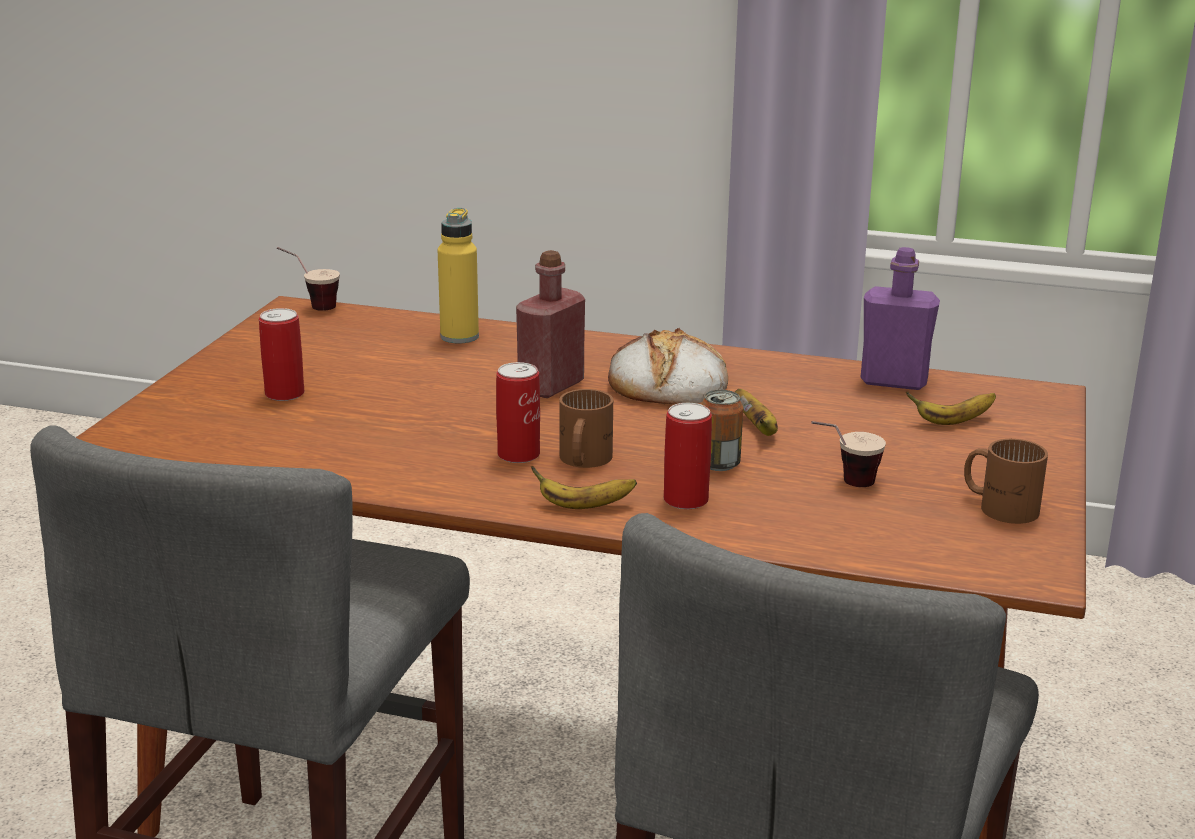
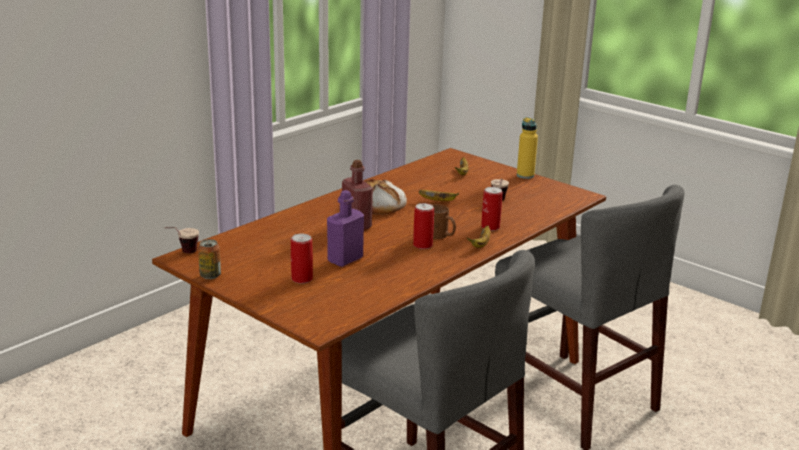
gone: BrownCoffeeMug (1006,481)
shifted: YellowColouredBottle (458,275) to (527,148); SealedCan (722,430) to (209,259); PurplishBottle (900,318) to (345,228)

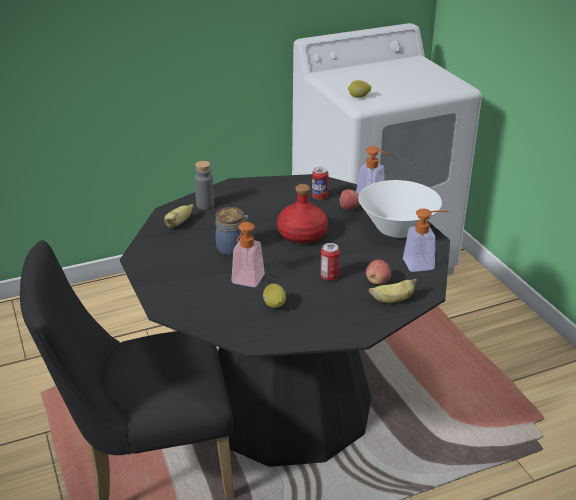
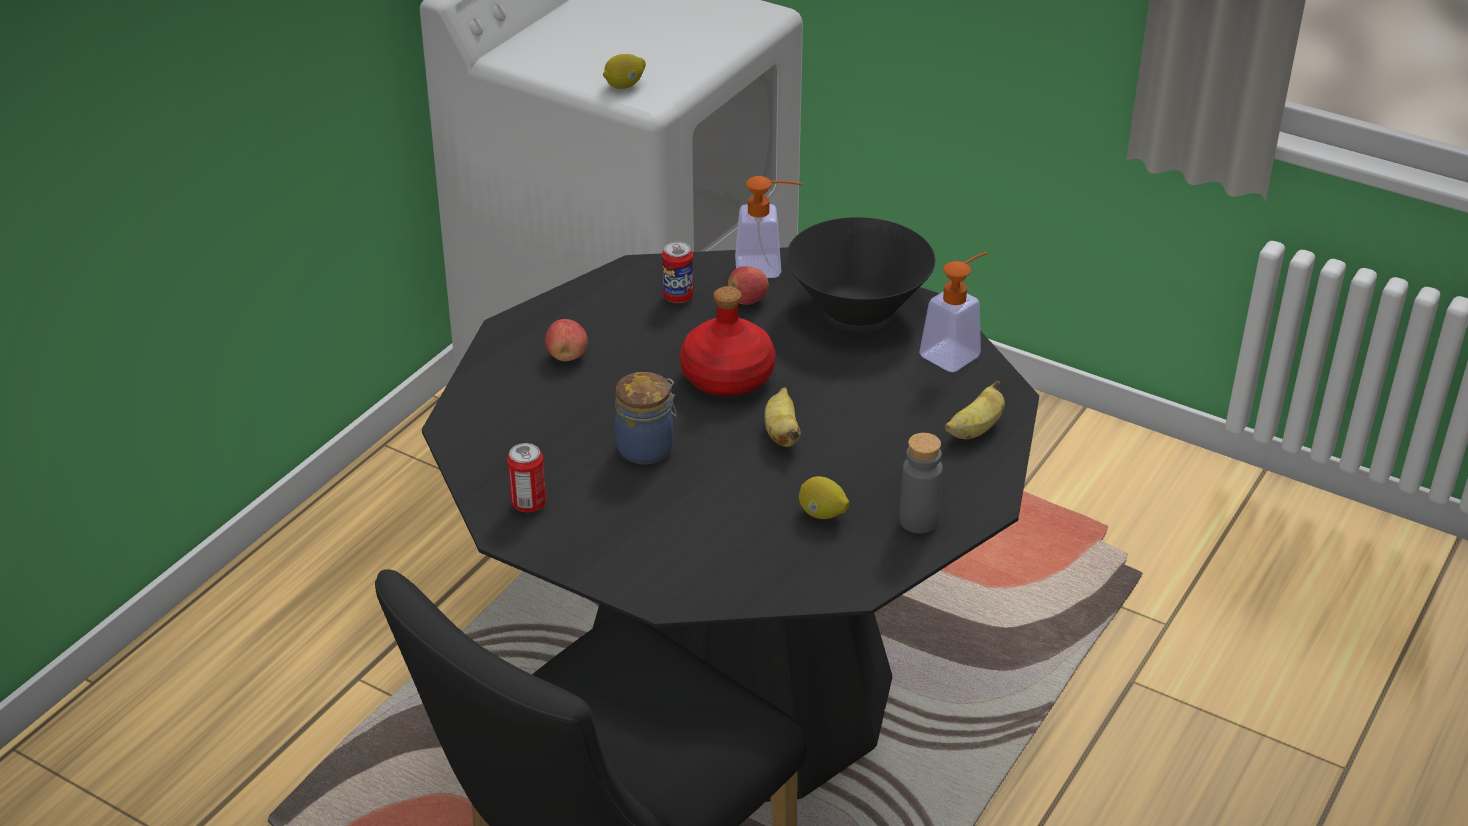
gone: SoapBottle (248,254)
shifted: Banana (179,216) to (782,417); GrayBottle (204,185) to (921,483); SealedCan (330,262) to (526,477); Apple (378,271) to (566,340)
repainted: WhiteColouredServingBowl (400,209) to BlackishServingBowl (860,271)

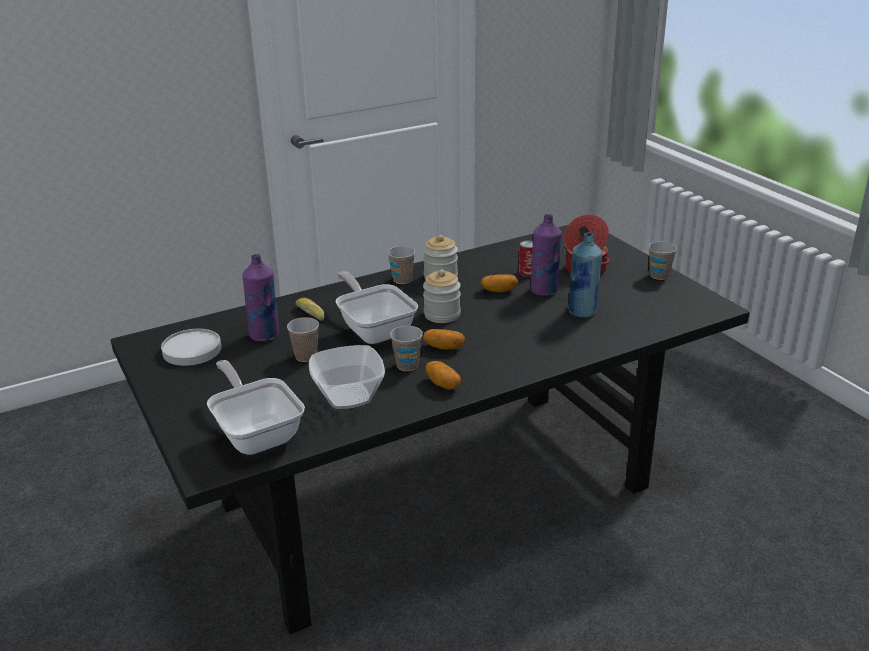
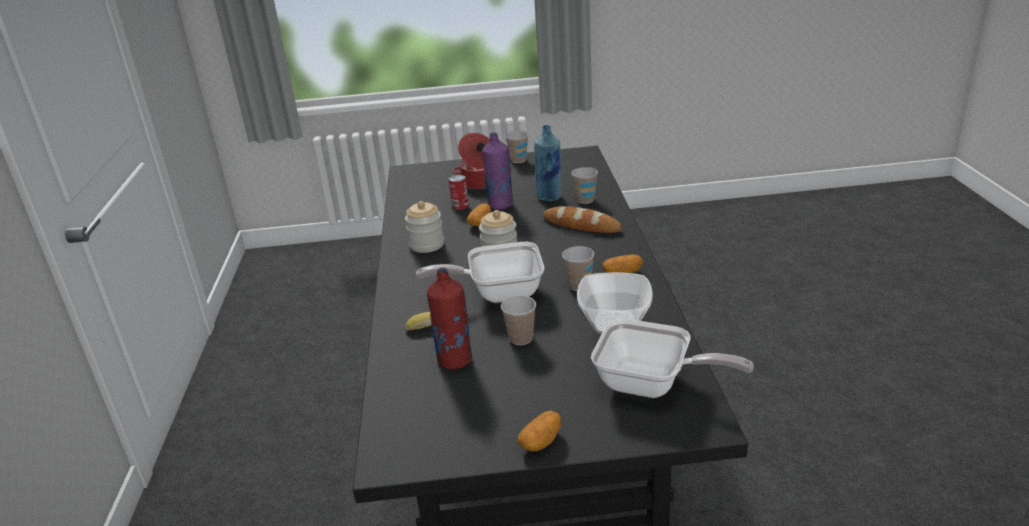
gone: WhiteColouredFlatDish (191,347)
new: BakeryBread (582,219)
shifted: DrinkingCup (401,265) to (584,185); WholePotato (444,339) to (540,431)
repainted: PurplishBottle (260,298) to RedColouredBottle (449,319)
rotated: FryingPan (256,407) = (672,358) 150 degrees counterclockwise

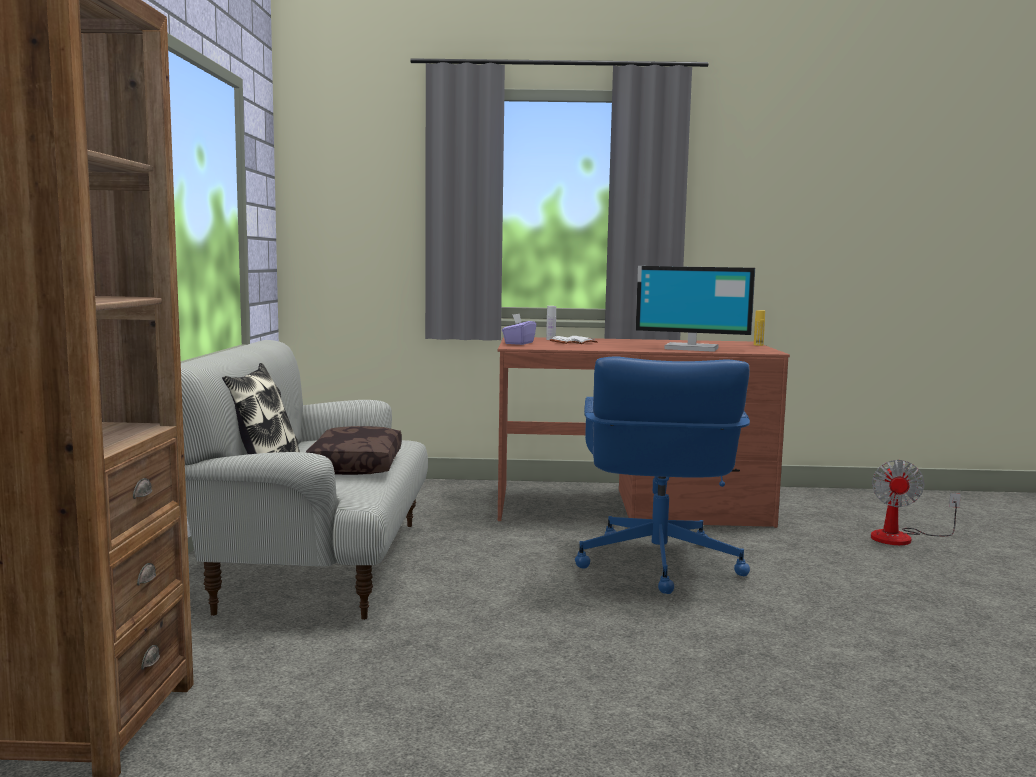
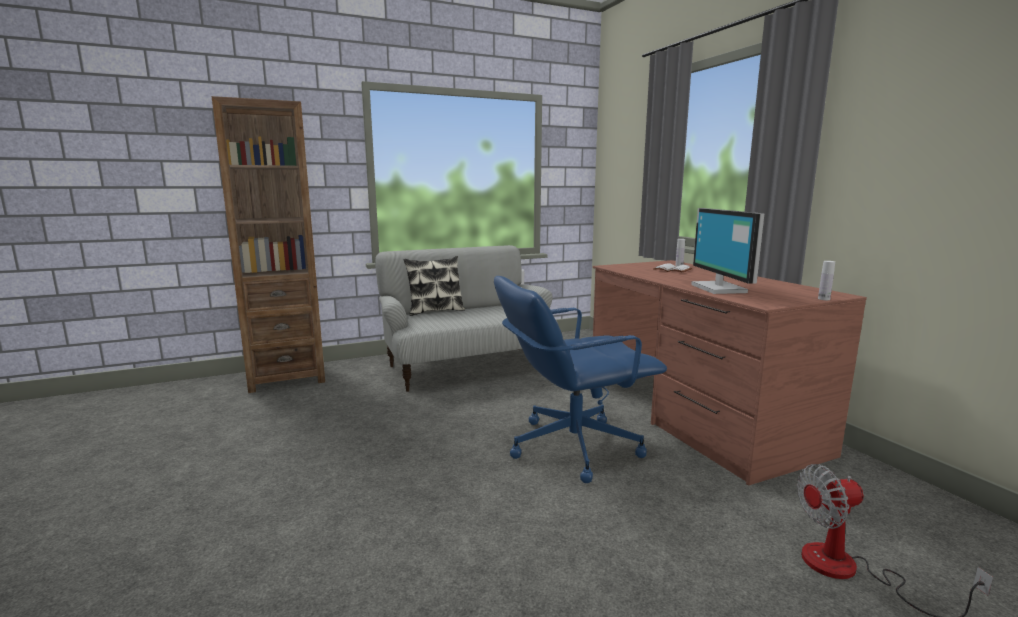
gone: BrownThrowPillow (354,450); PurplishTissueBox (519,329)
repainted: YellowColouredBottle (759,328) to WhiteColouredBottle (826,280)

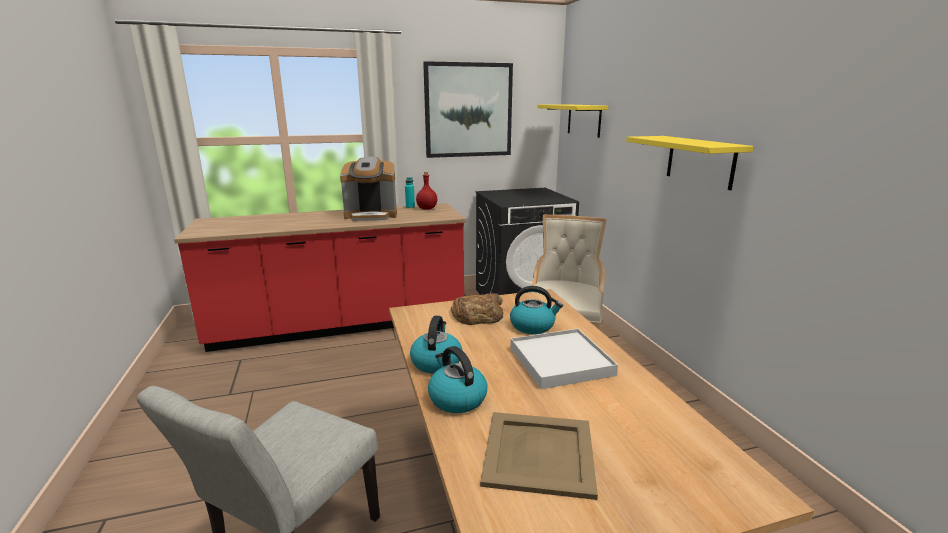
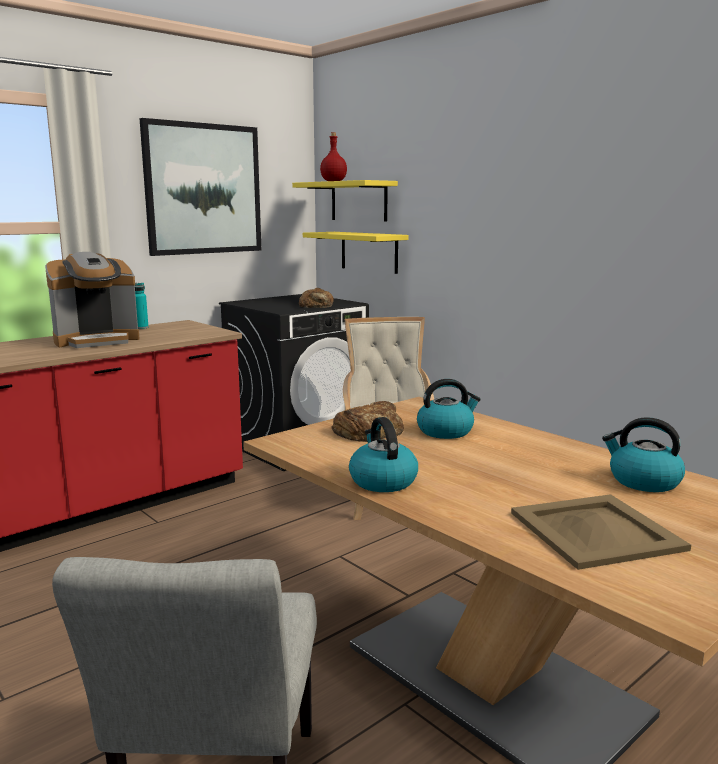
gone: WhiteColouredCarryingTray (564,359)
new: BakeryBread (316,298)
shifted: RedColouredBottle (426,191) to (333,156); Kettle (458,379) to (643,454); YellowColouredWallShelf (689,163) to (356,253)

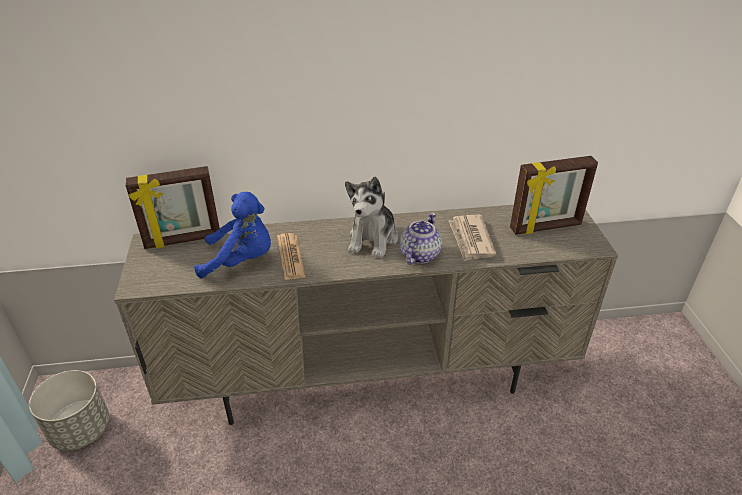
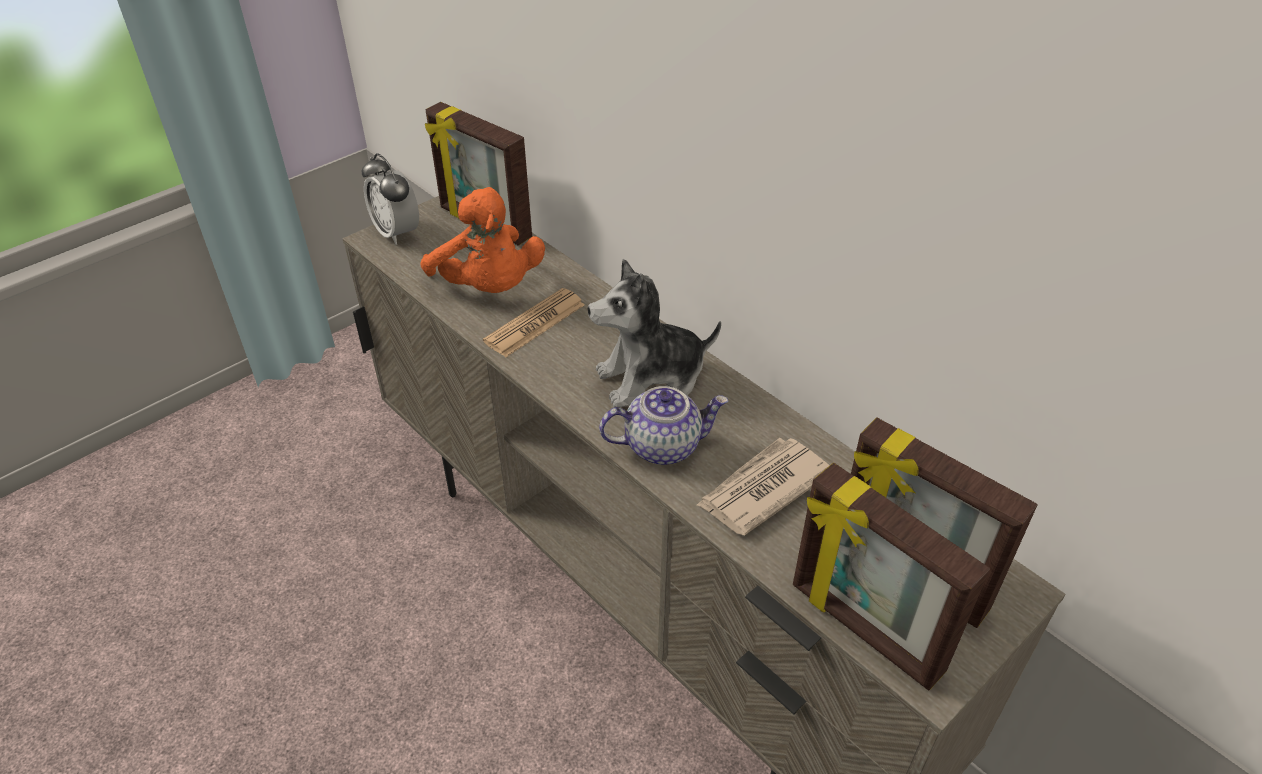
gone: GrayPlanter (69,410)
new: TableClock (390,199); PictureFrame (891,576)
repainted: BluePlushToy (232,235) to OrangeColouredPlushToy (482,240)

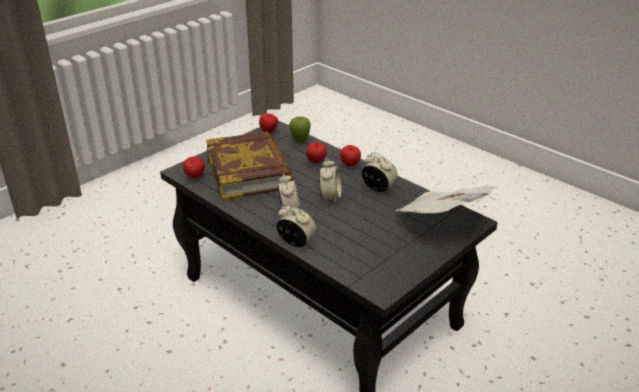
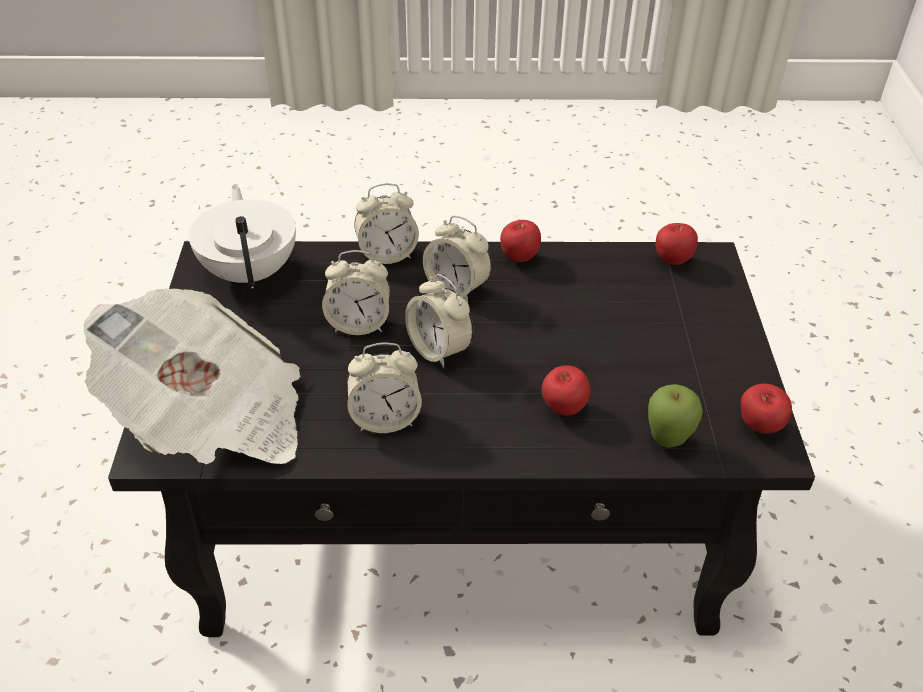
gone: Book (250,165)
new: WhiteColouredTeapot (242,236); TableClock (356,292)
shifted: Apple (350,155) to (520,241)

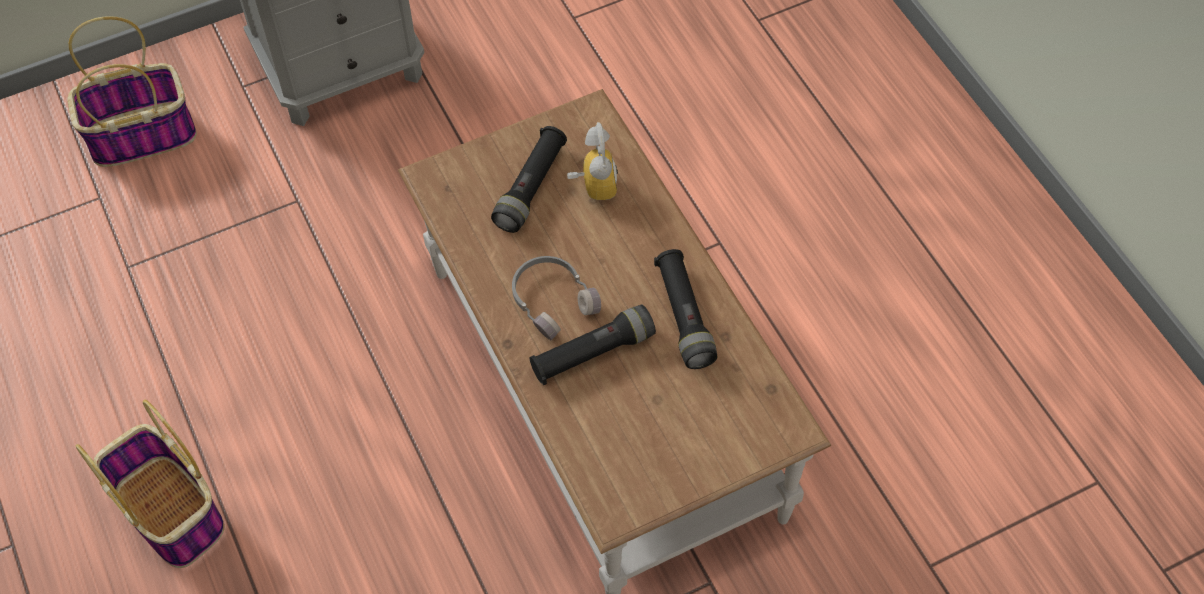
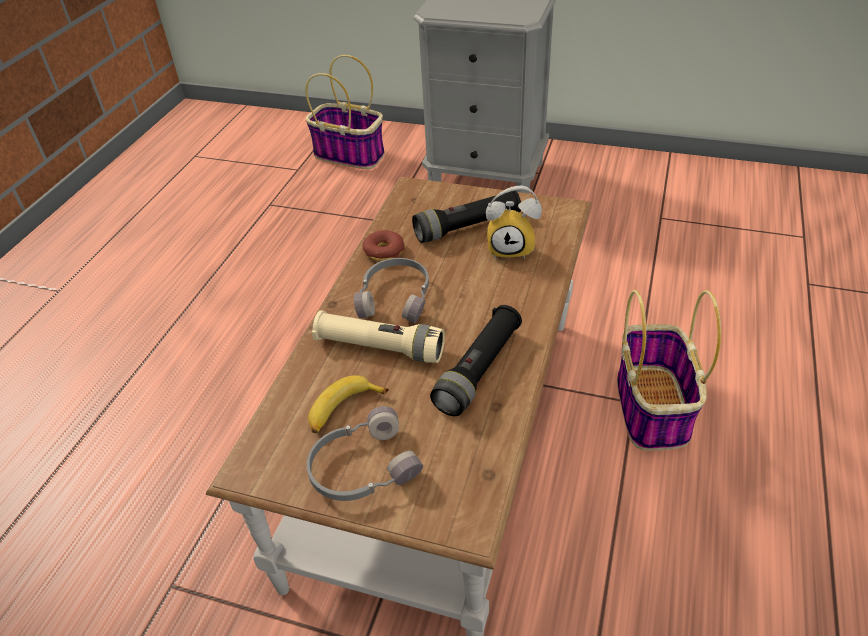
new: GrayHeadset (365,453); Banana (348,404); RingDoughnut (383,245)
shifted: Basket (150,484) to (669,370)
repainted: BlackishFlashlight (593,344) to BeigeColouredFlashlight (378,337)
rotated: TableClock (592,161) = (514,222) 60 degrees clockwise

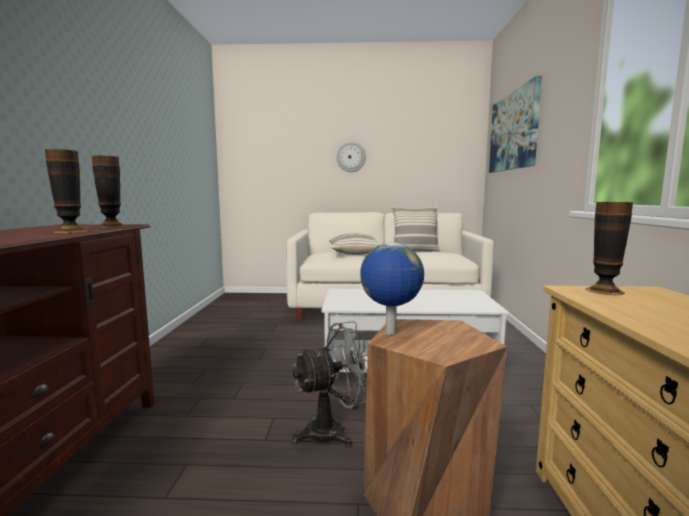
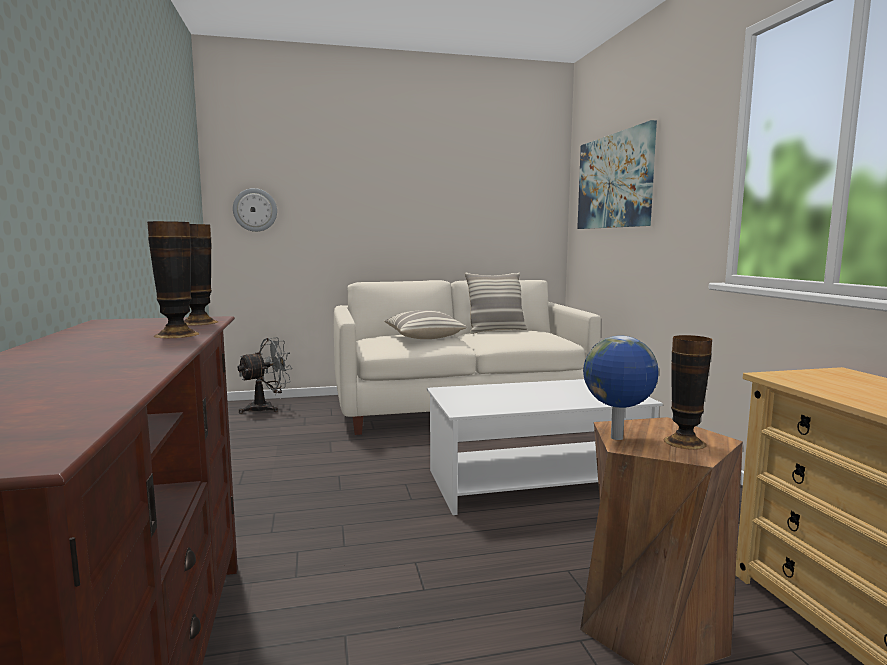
shifted: GrayElectricFan (330,384) to (264,375); HangingClock (351,157) to (255,210); Vase (609,248) to (688,392)

